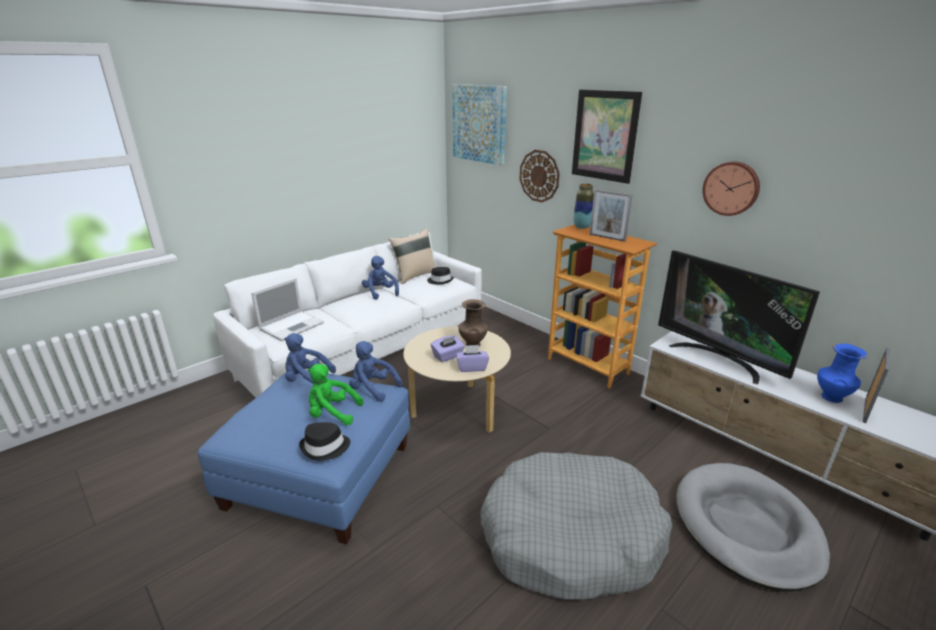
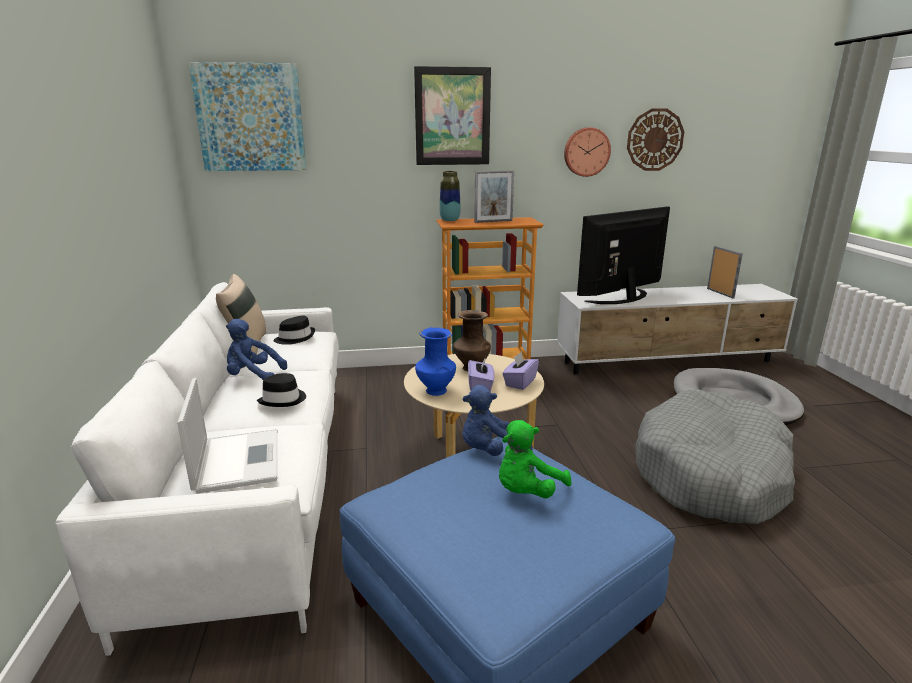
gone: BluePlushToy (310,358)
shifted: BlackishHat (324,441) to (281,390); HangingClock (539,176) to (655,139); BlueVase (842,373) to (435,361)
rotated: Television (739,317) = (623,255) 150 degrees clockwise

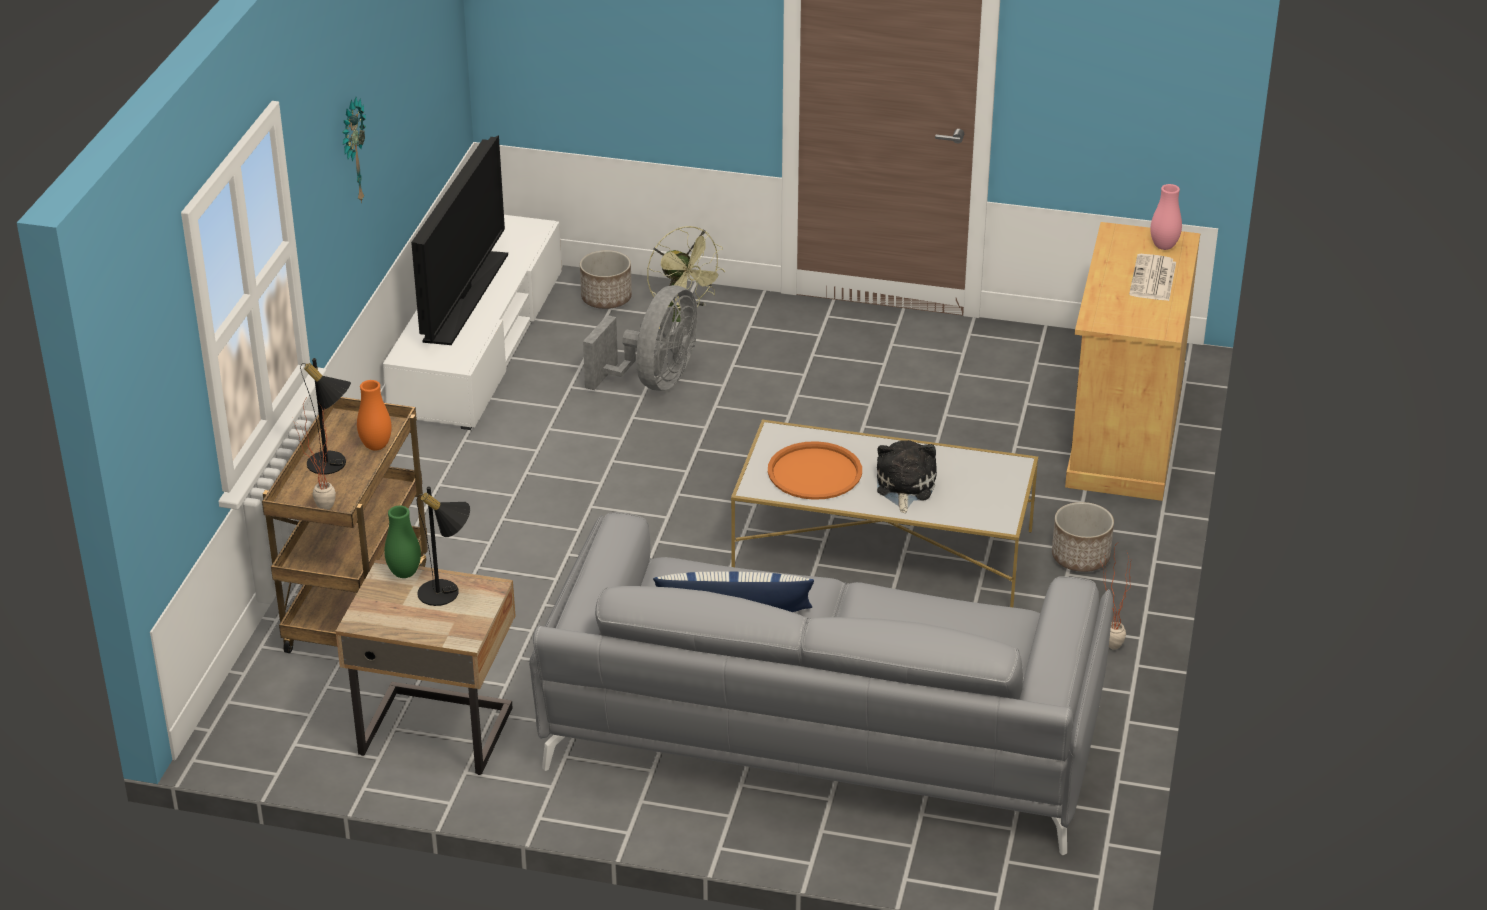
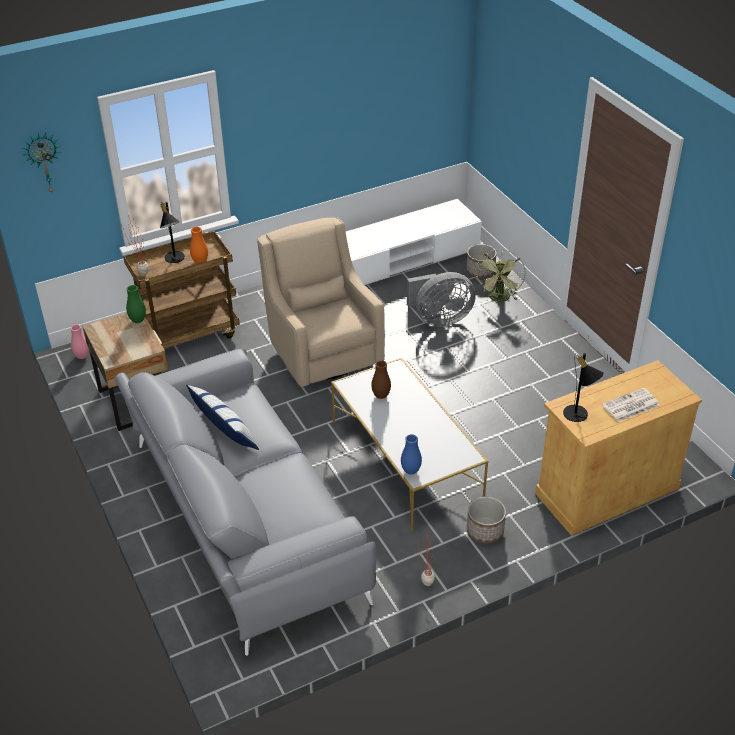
gone: Television (459,240); PlushToy (907,476)
new: BeigeColouredEasyChair (321,302); BlueVase (411,454)
shifted: HangingClock (354,150) to (42,163); BlackishTabletopLamp (443,546) to (583,387); PinkColouredVase (1166,217) to (79,341)
swapped: OrangeColouredCarryingTray (815,470) to BrownVase (381,379)

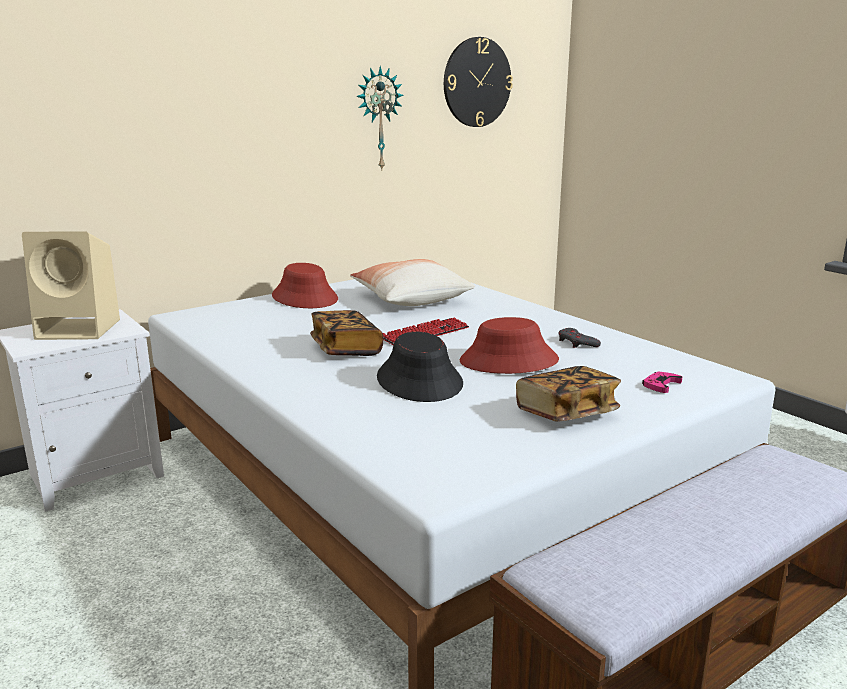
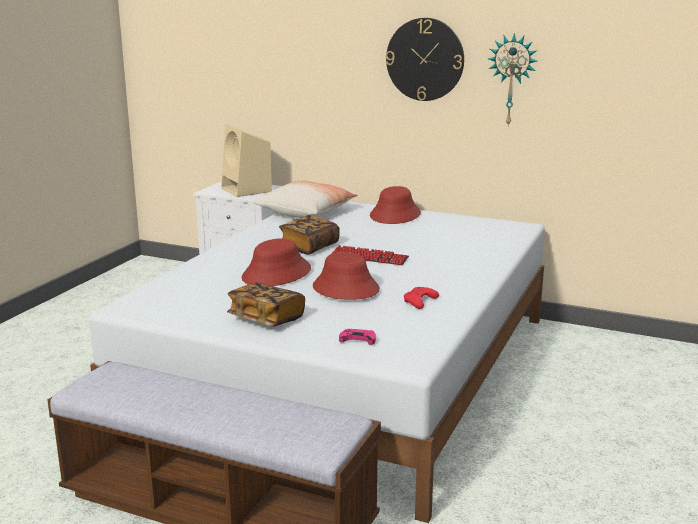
shifted: ThrowPillow (412,282) to (305,199); HangingClock (478,82) to (425,59)
repainted: BlackishHat (420,366) to RedColouredHat (276,262); GrayGameController (579,338) to RedColouredGameController (421,298)

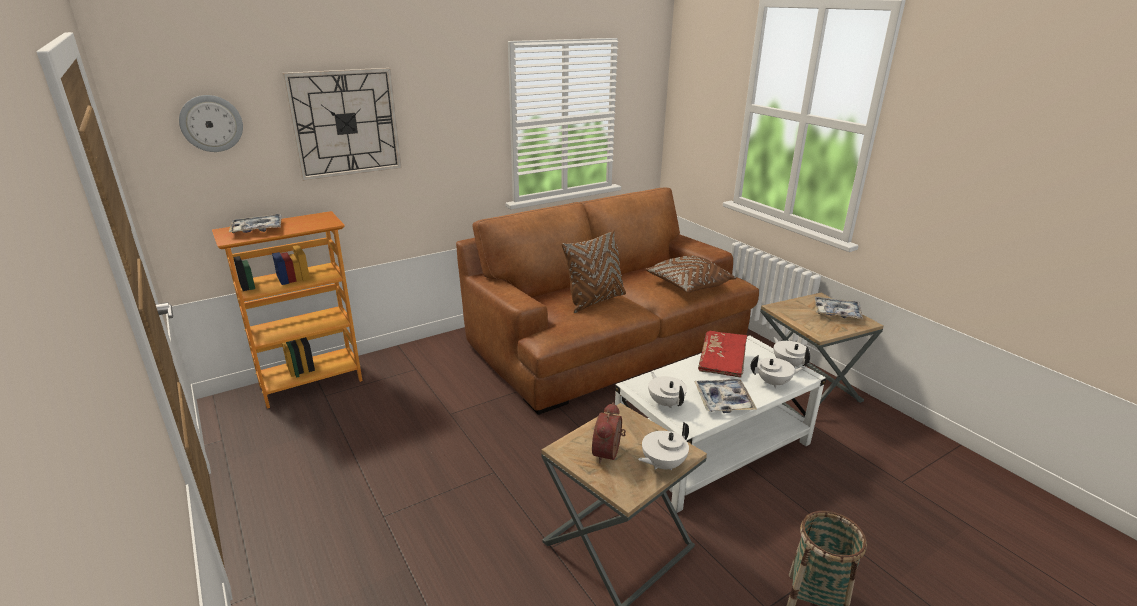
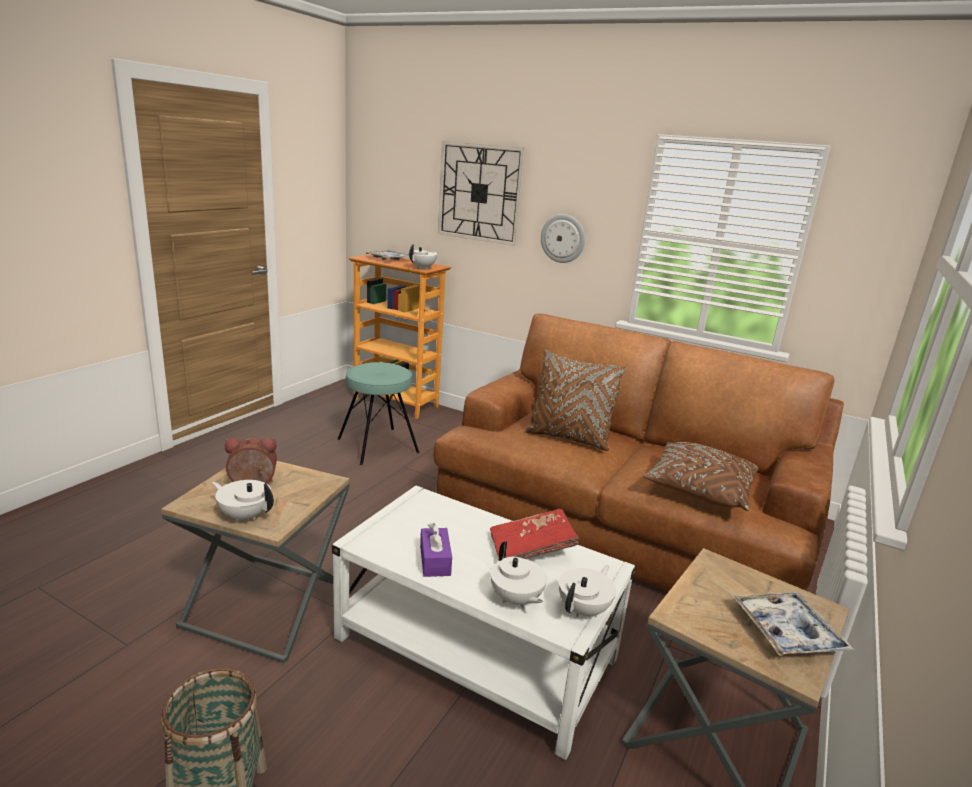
new: TurquoiseColouredStool (379,413)
shifted: HangingClock (211,123) to (563,238); WhiteColouredTeapot (667,390) to (423,257)
swapped: CarryingTray (725,396) to PurplishTissueBox (436,550)

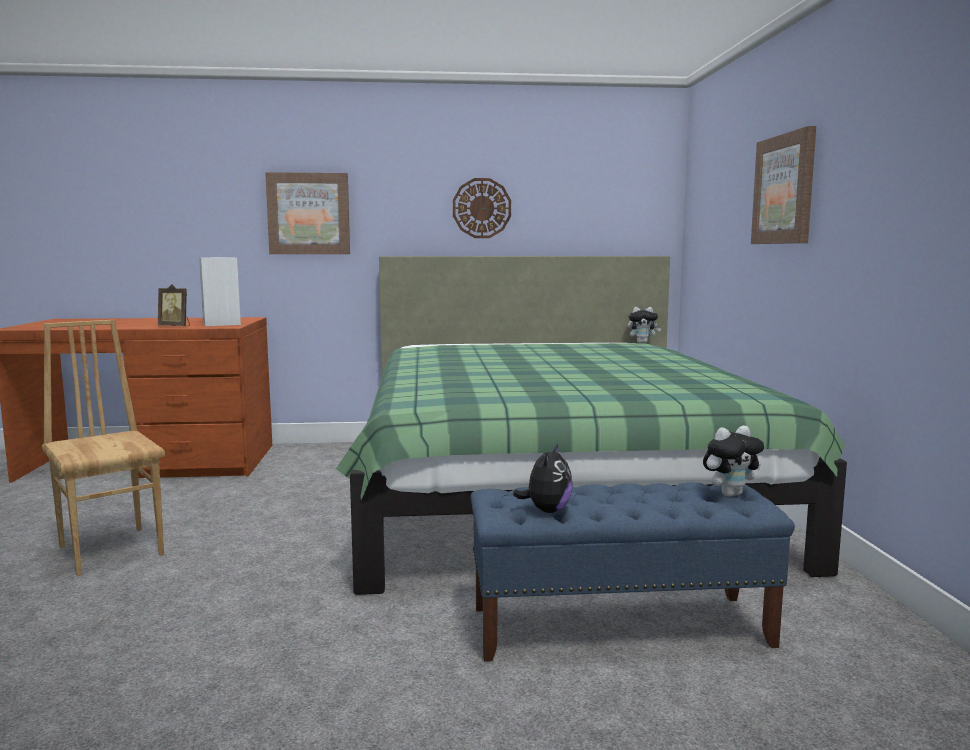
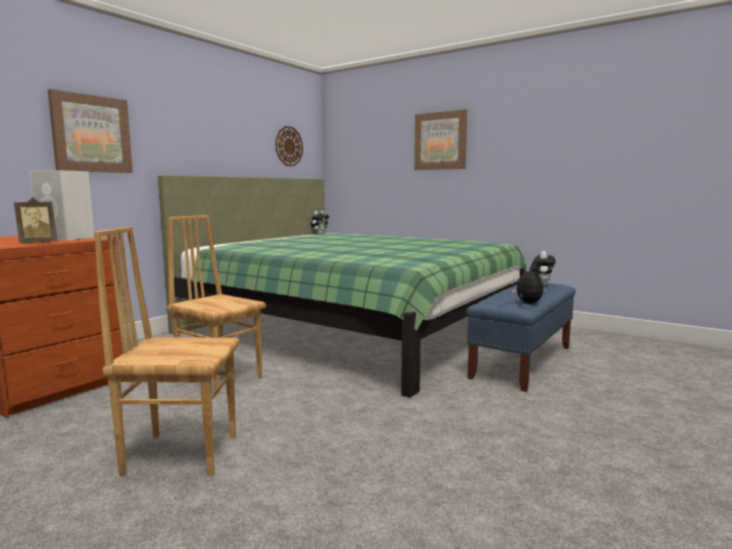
new: BrownChair (216,305)
shifted: HangingClock (482,208) to (289,146)

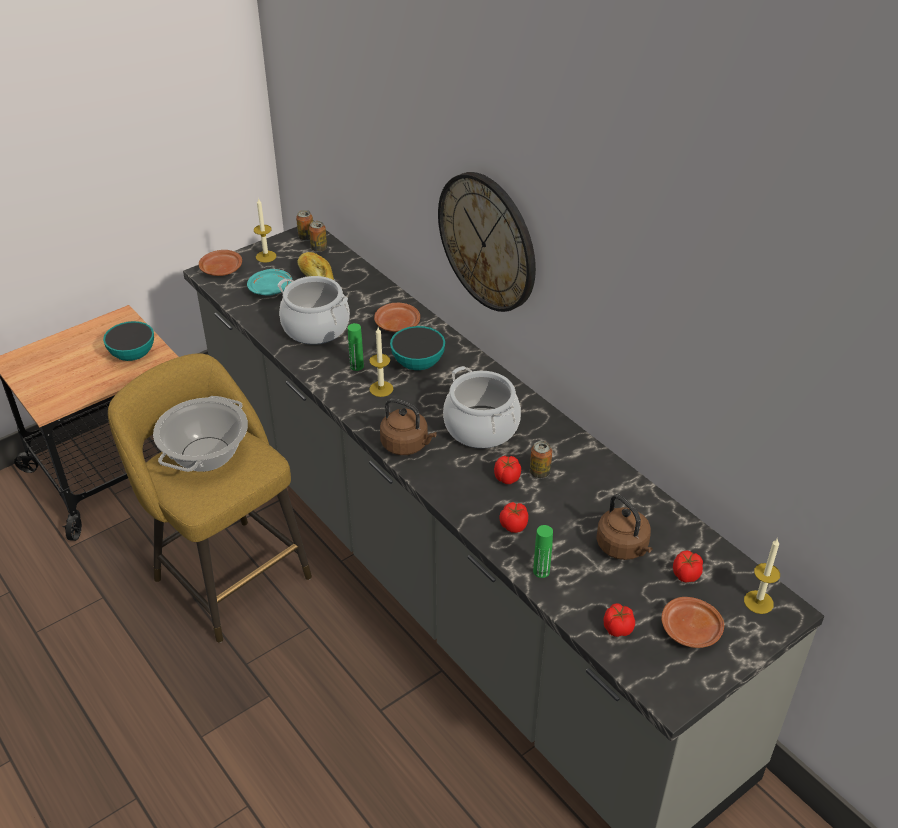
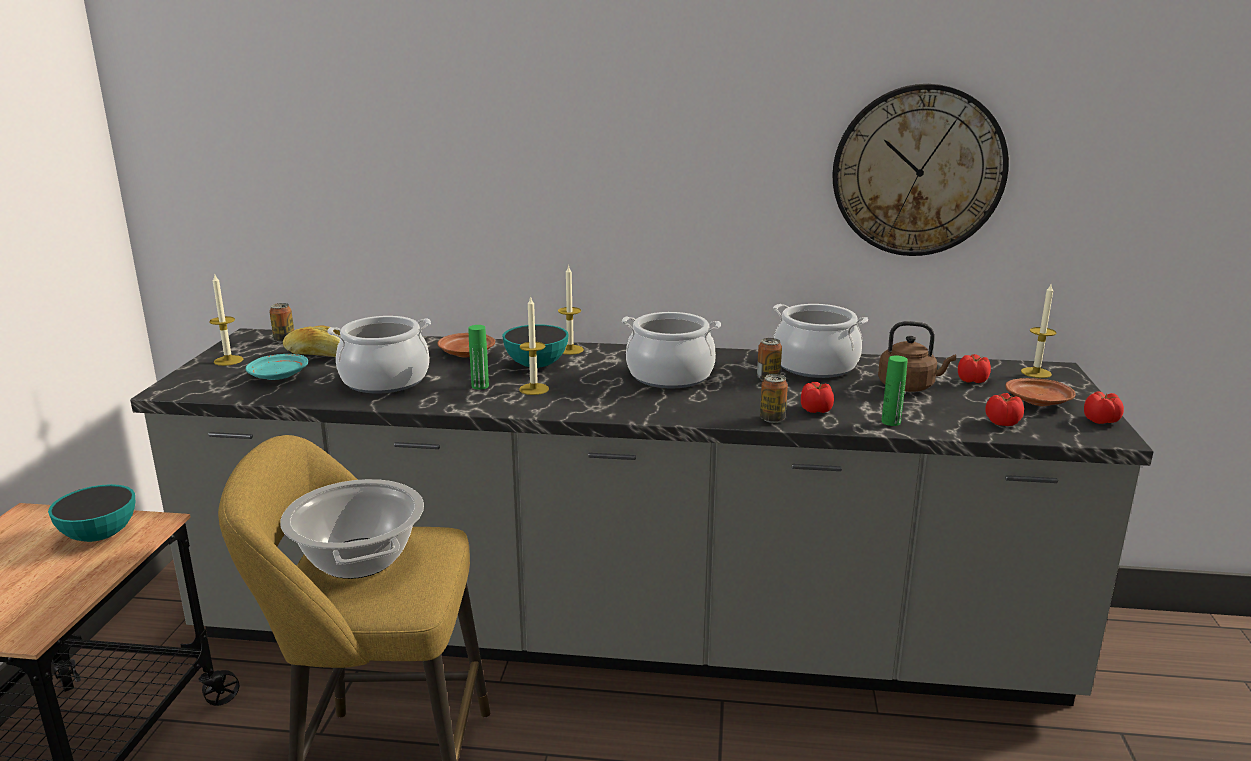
gone: BrownFlatDish (220,263); BrownKettle (408,426)
new: WaxLight (571,310); CookingPot (820,341)
shifted: SealedCan (304,225) to (774,398); HangingClock (487,242) to (920,170); FreshTomato (507,470) to (1104,407)

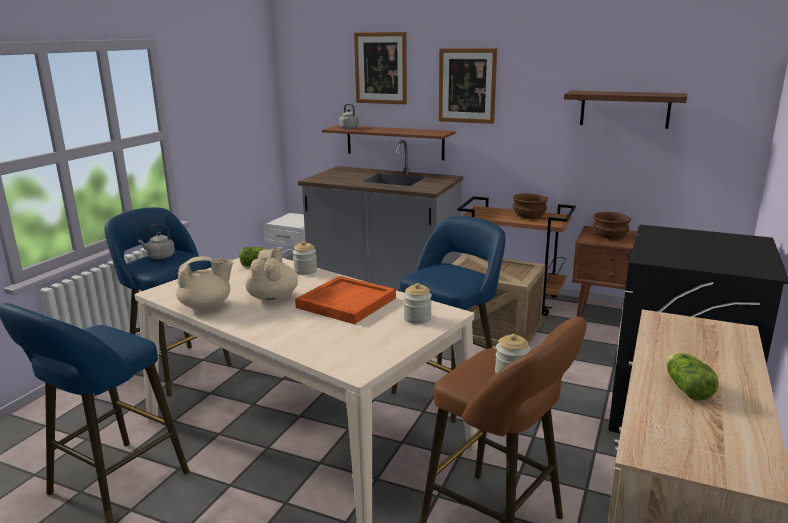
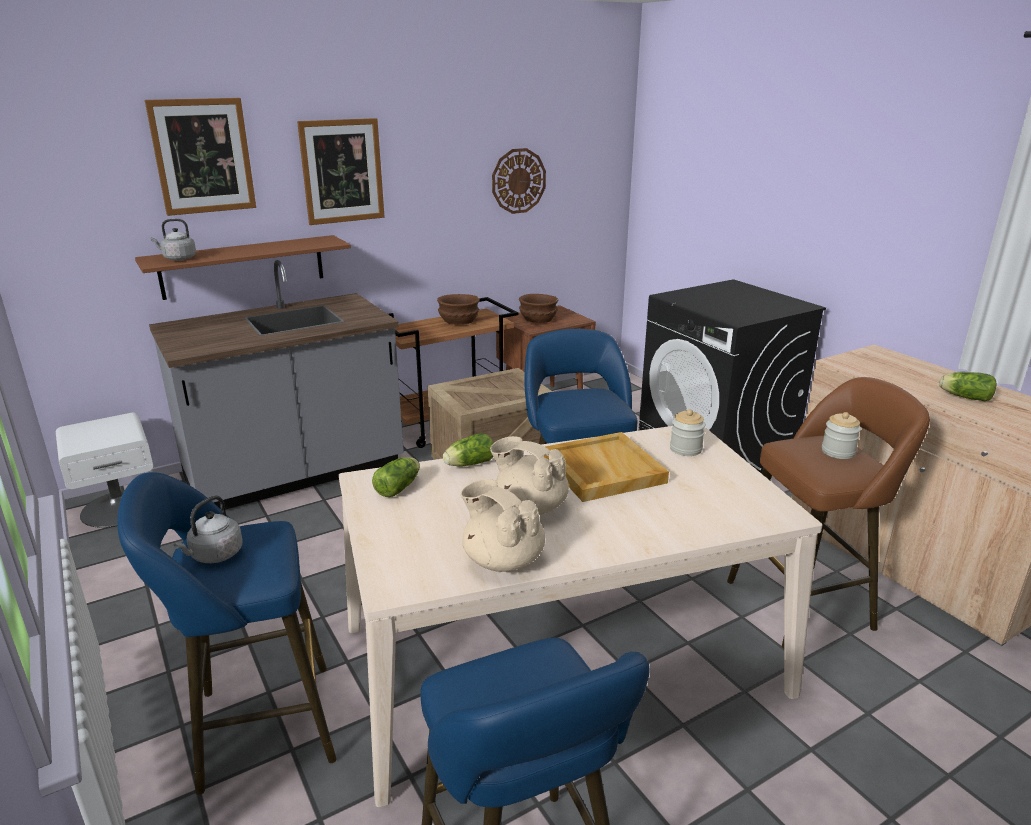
swapped: StorageJar (305,258) to HeadOfLettuce (468,450); WallShelf (625,110) to HangingClock (519,181)
repainted: OrangeColouredCarryingTray (345,300) to BeigeColouredCarryingTray (606,467)
rotated: BeigeColouredTeapot (204,283) = (503,525) 60 degrees counterclockwise

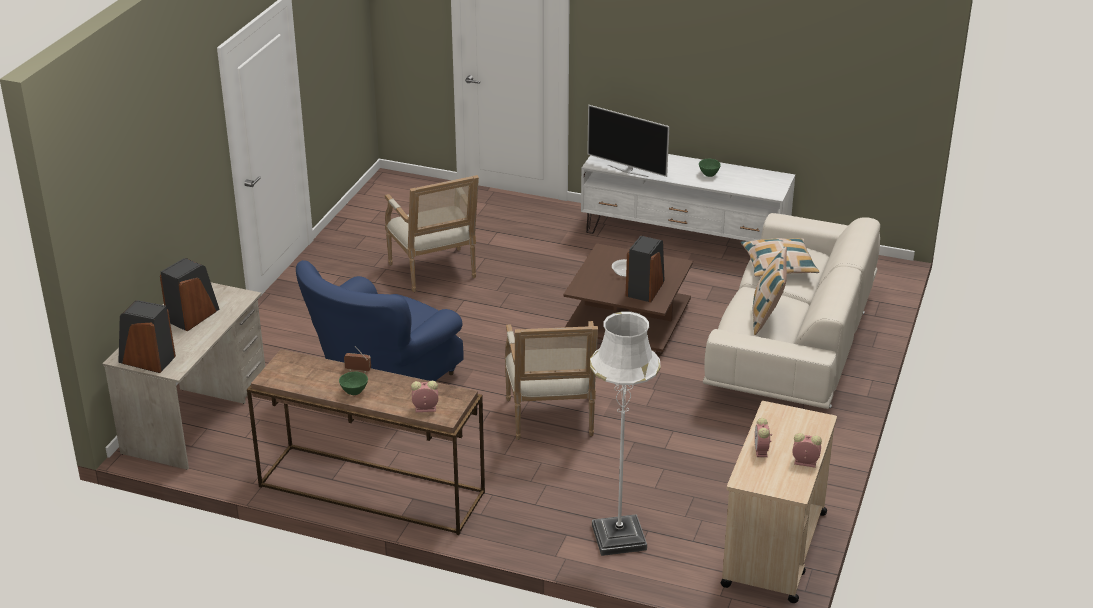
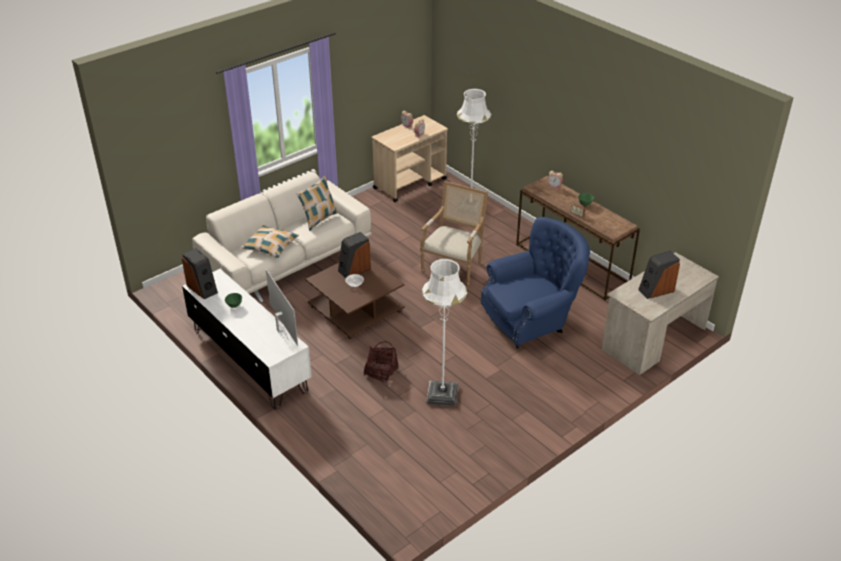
new: Basket (381,362)
shifted: Speaker (147,336) to (200,273)
swapped: EasyChair (432,233) to WhiteColouredStandingLamp (444,332)

